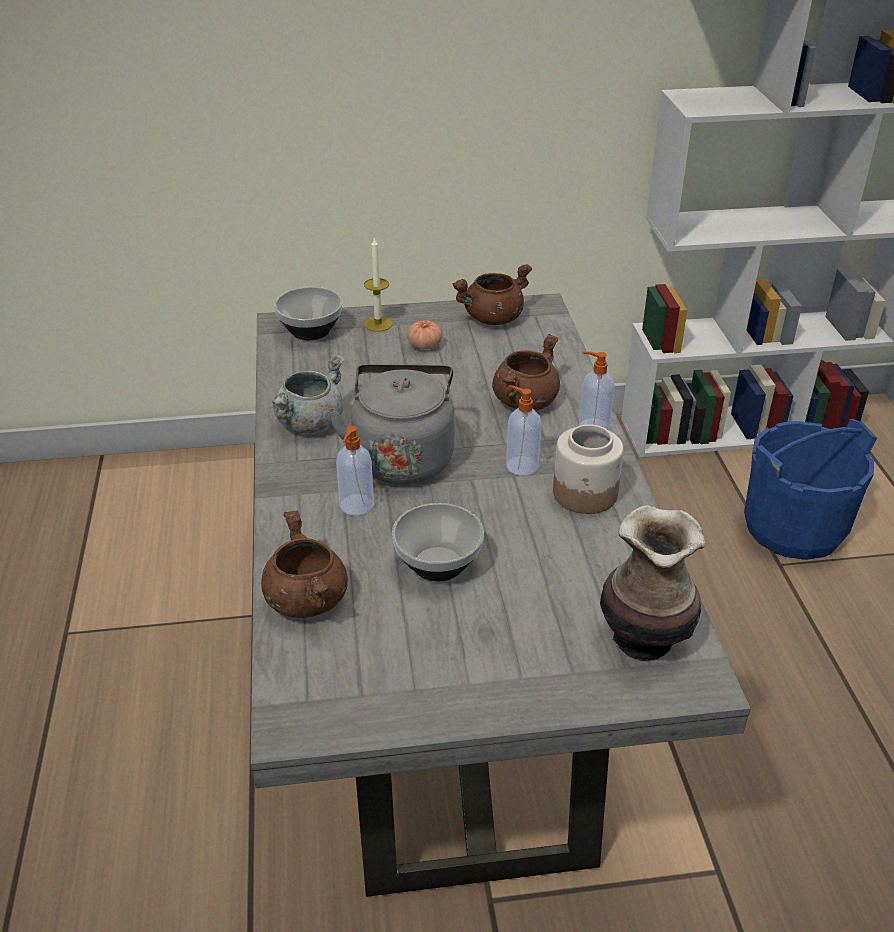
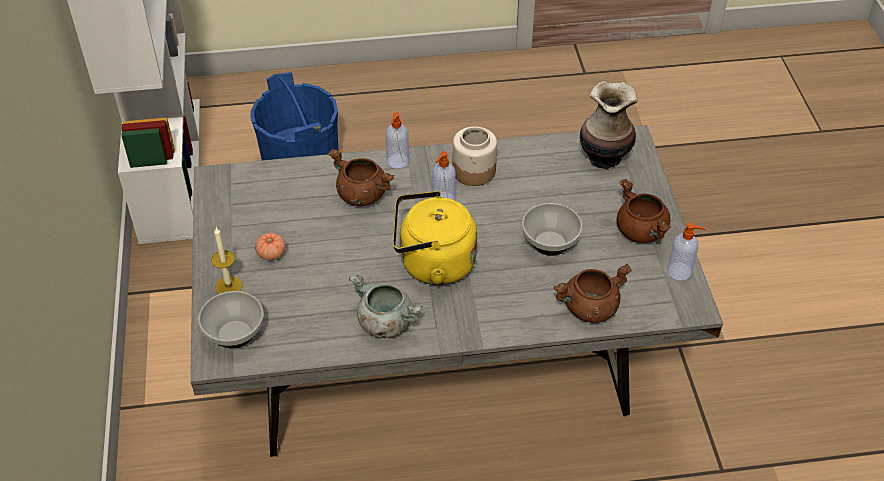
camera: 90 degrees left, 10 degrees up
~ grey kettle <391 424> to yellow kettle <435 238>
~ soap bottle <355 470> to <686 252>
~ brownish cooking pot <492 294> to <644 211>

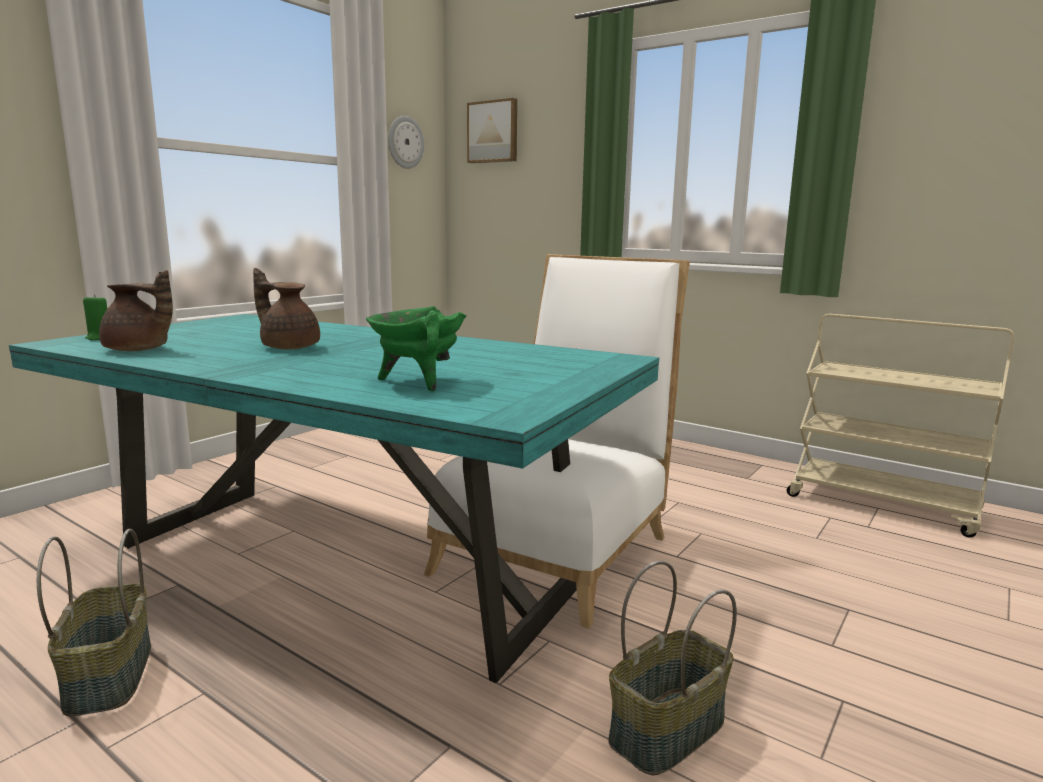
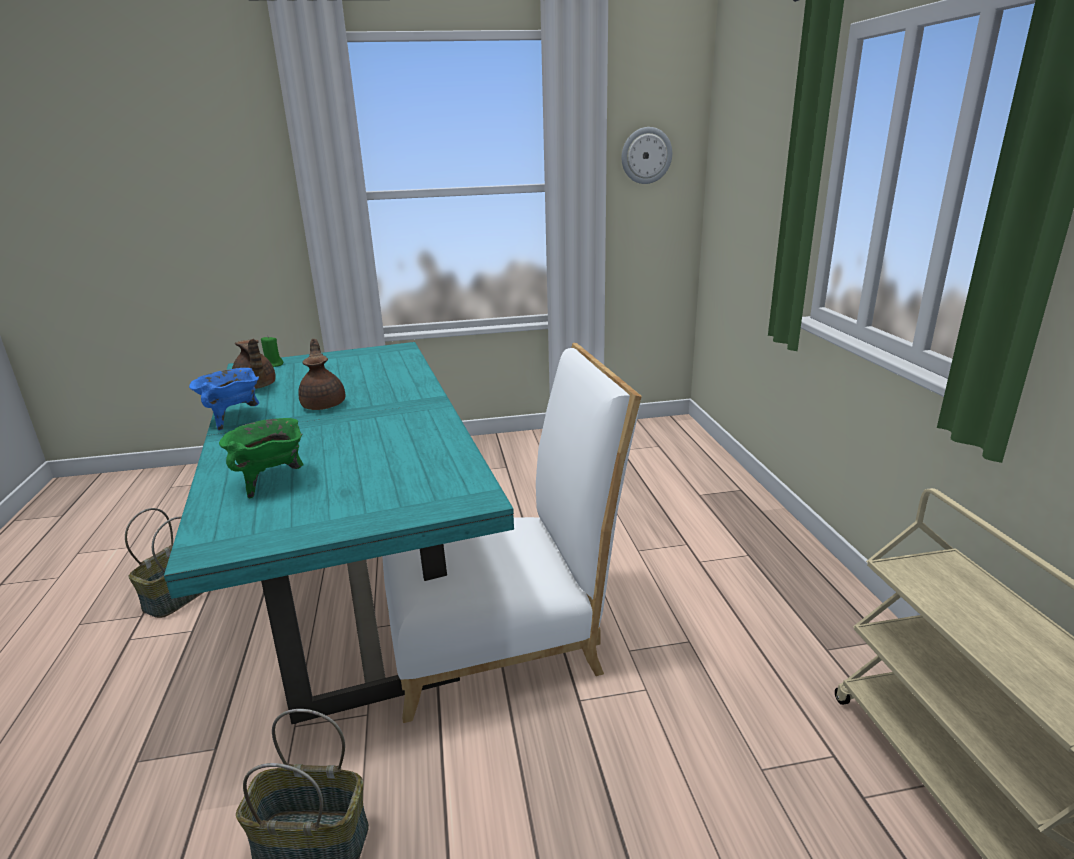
camera: 45 degrees right, 10 degrees up
- wall picture <492 130>
+ bluish cooking pot <224 399>

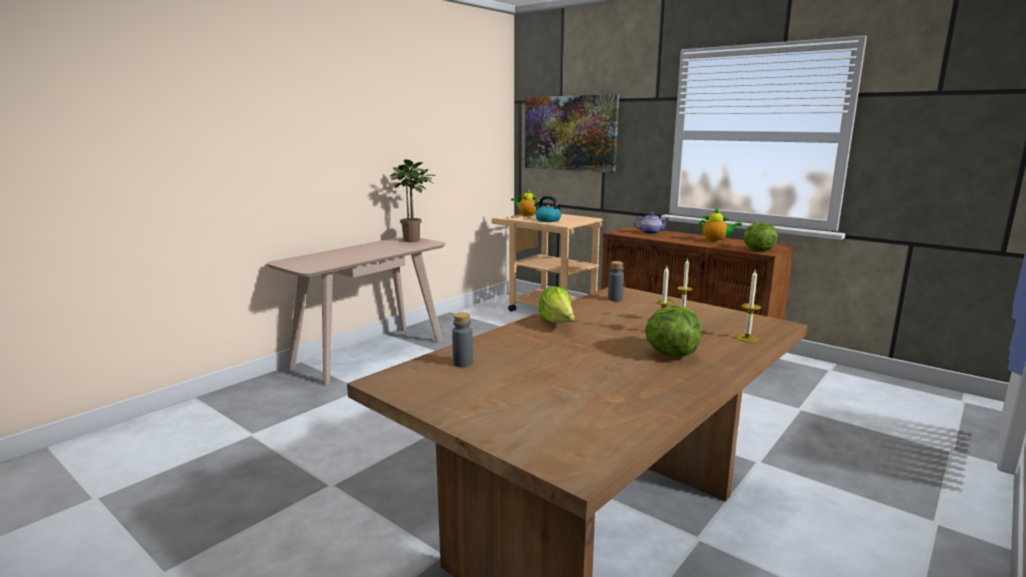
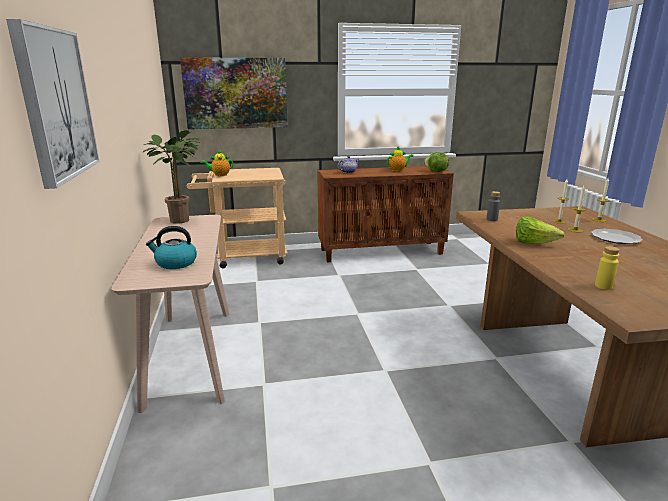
camera: 50 degrees left, 5 degrees up
~ grey bottle <462 339> to yellow bottle <607 268>
~ kettle <547 209> to <171 247>
~ lettuce head <673 331> to flat dish <617 236>
+ wall picture <52 104>

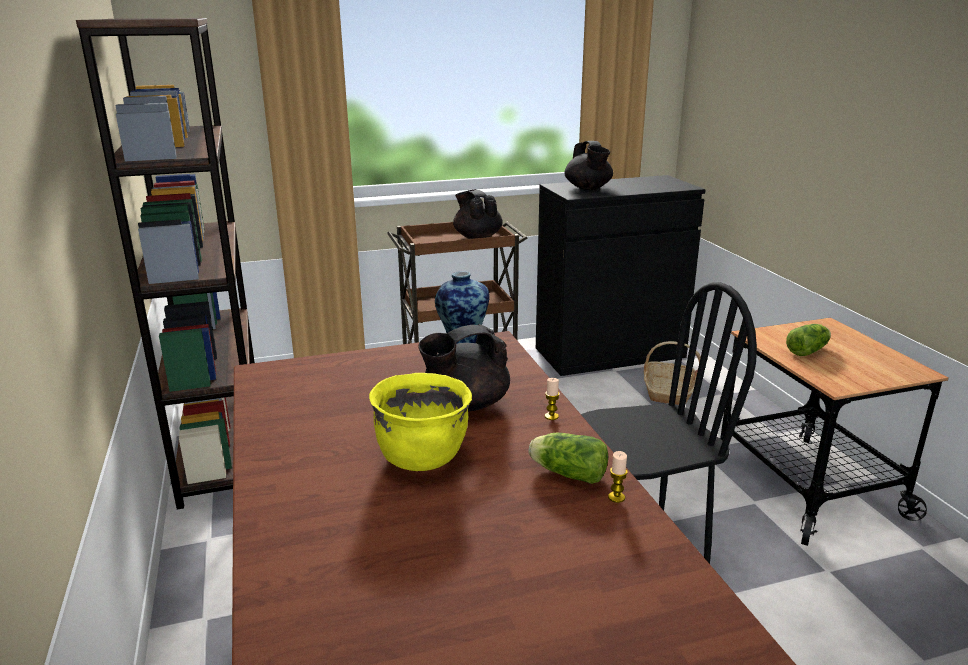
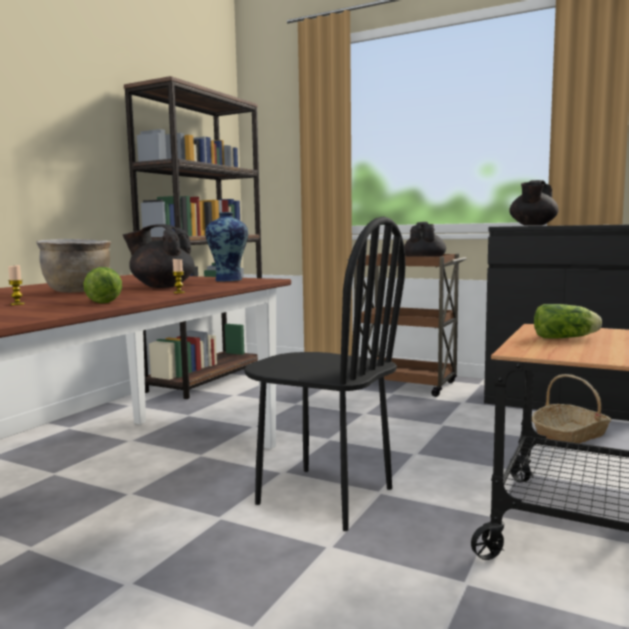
camera: 45 degrees right, 15 degrees down
~ yellow cooking pot <420 422> to brownish cooking pot <73 266>
~ wax candle <618 477> to <16 285>

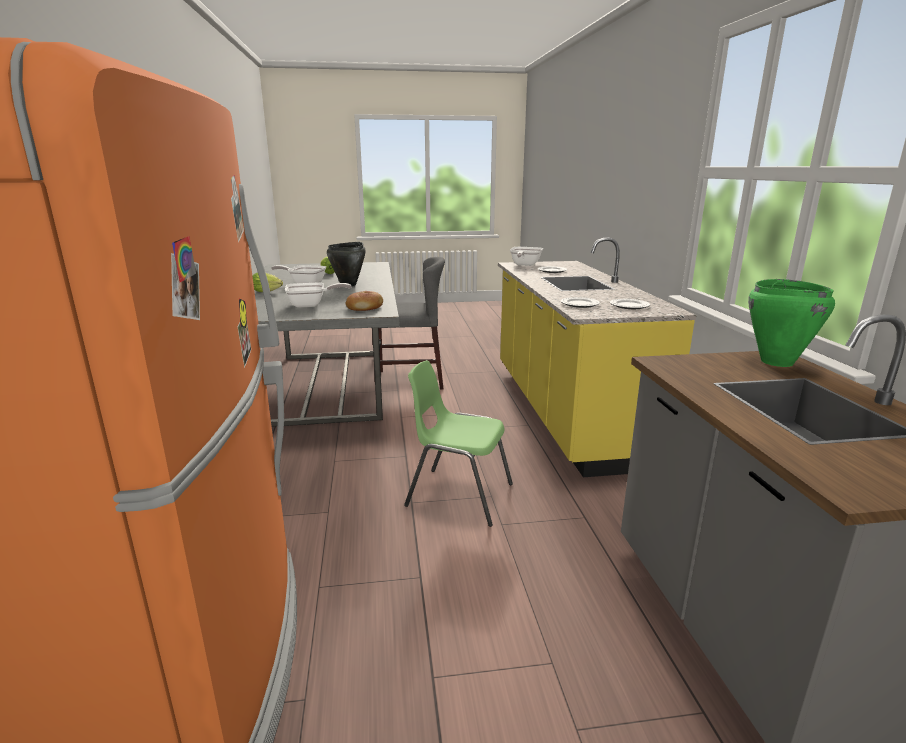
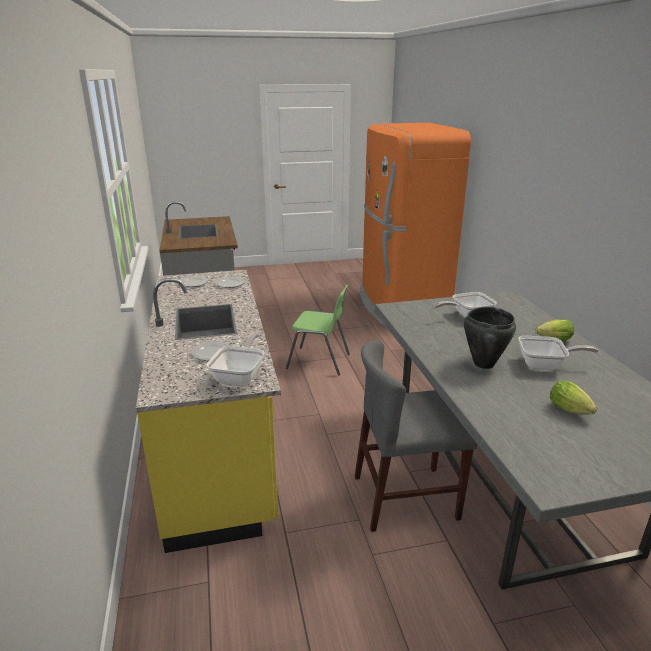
camera: 175 degrees right, 5 degrees up
- bakery bread <364 301>
- green-coloured cooking pot <791 323>

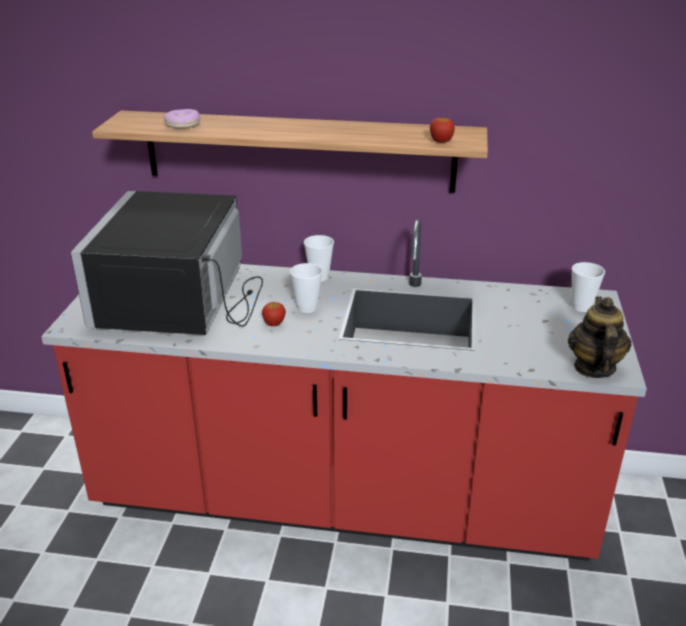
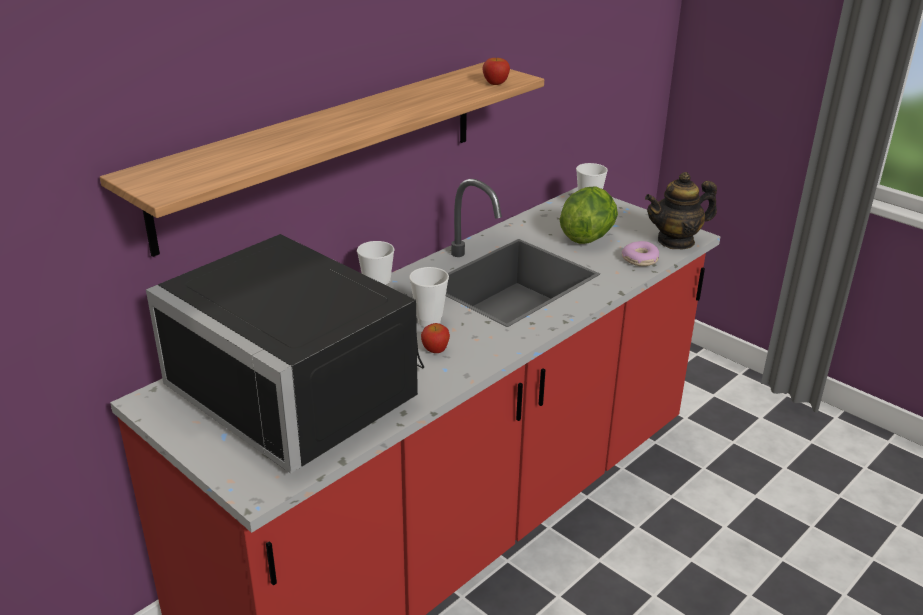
camera: 55 degrees left, 0 degrees up
~ ring doughnut <182 119> to <640 253>
~ tea pot <600 337> = <681 211> 60 degrees counterclockwise
+ lettuce head <588 215>

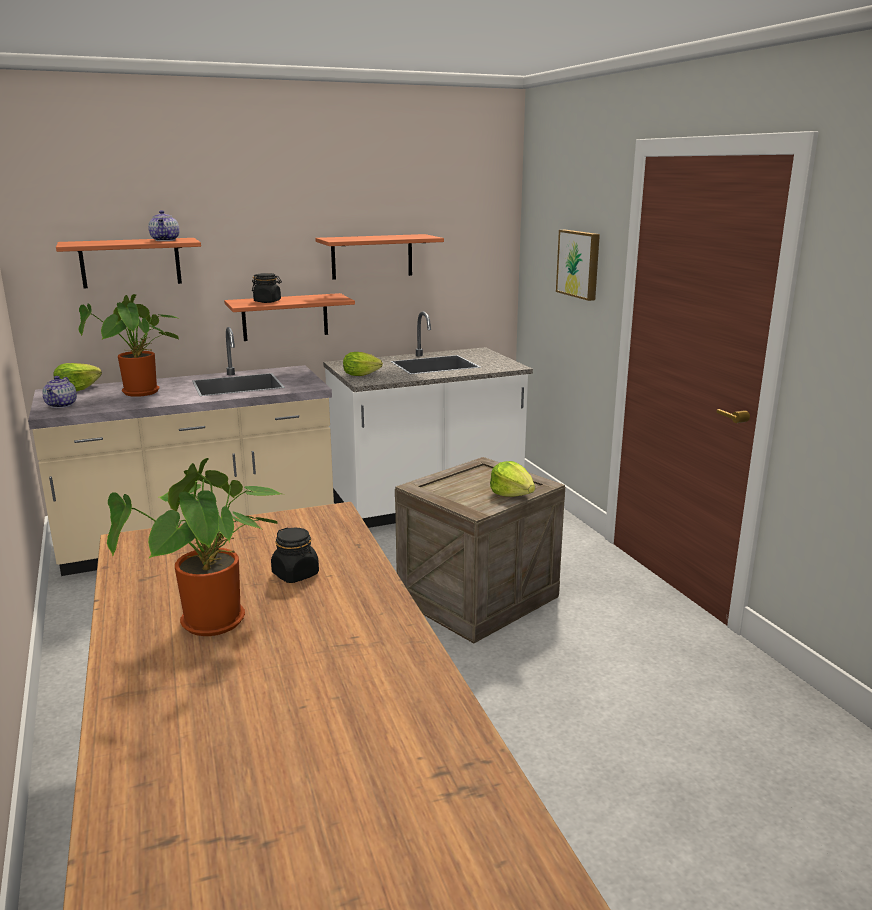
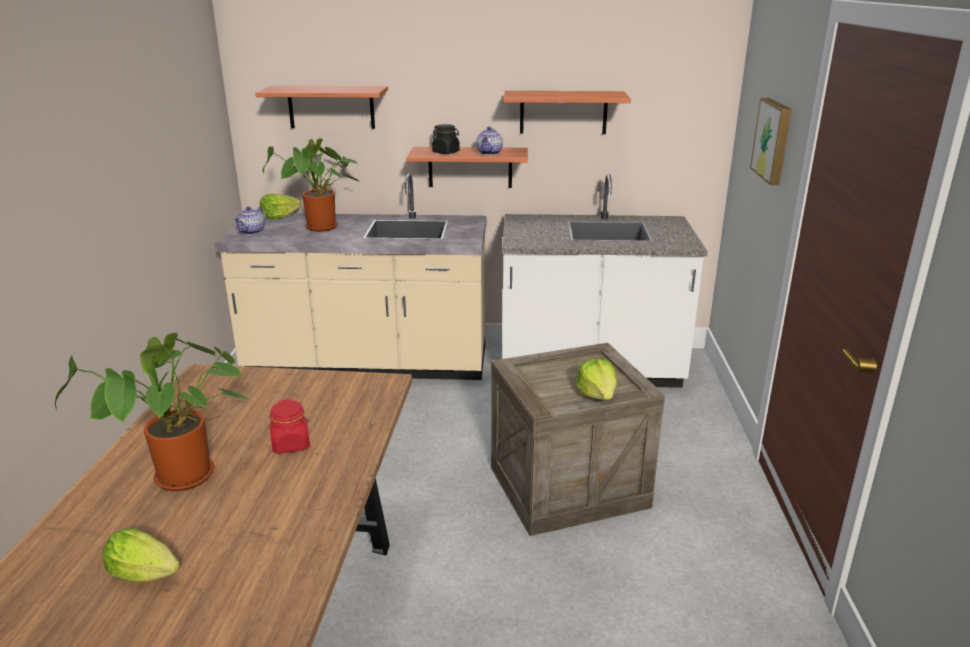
camera: 25 degrees right, 5 degrees up
~ tea pot <163 225> to <489 141>
~ black preserve jar <295 555> to reddish preserve jar <290 426>
~ lettuce head <363 364> to <140 555>

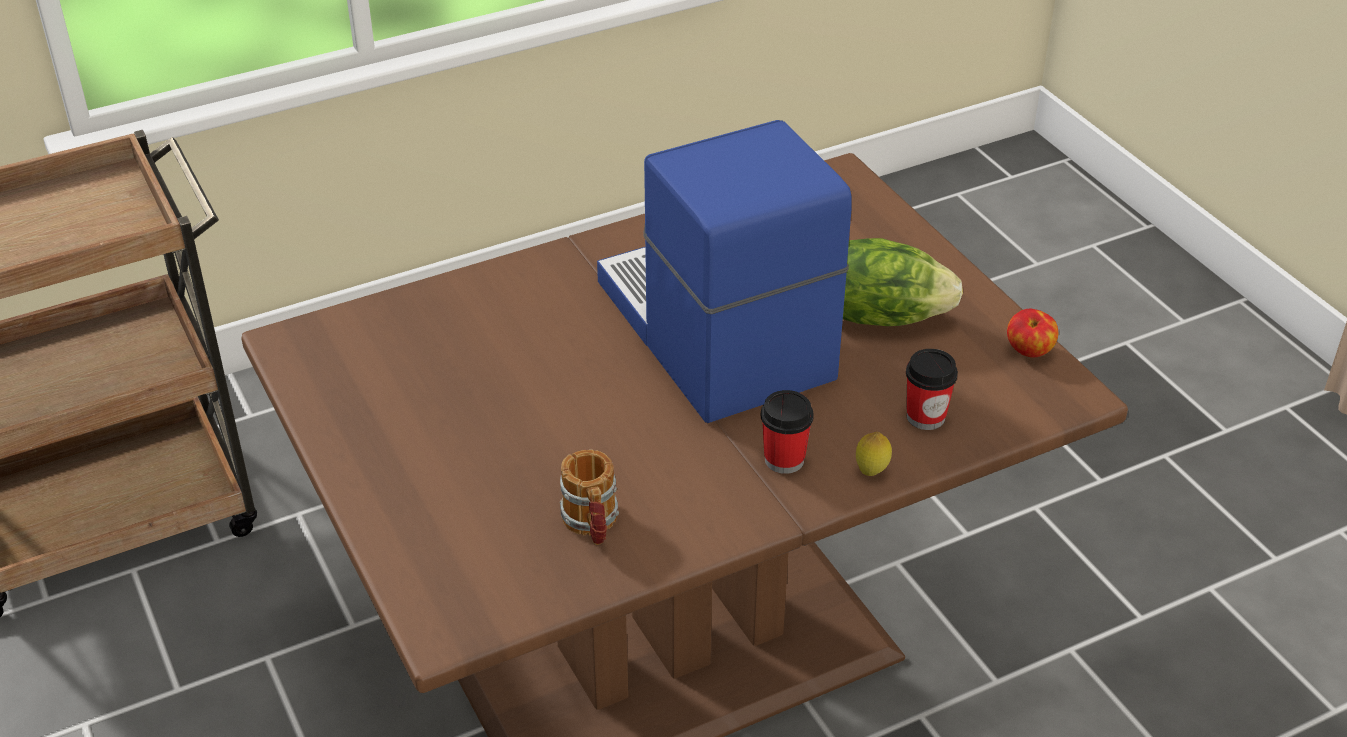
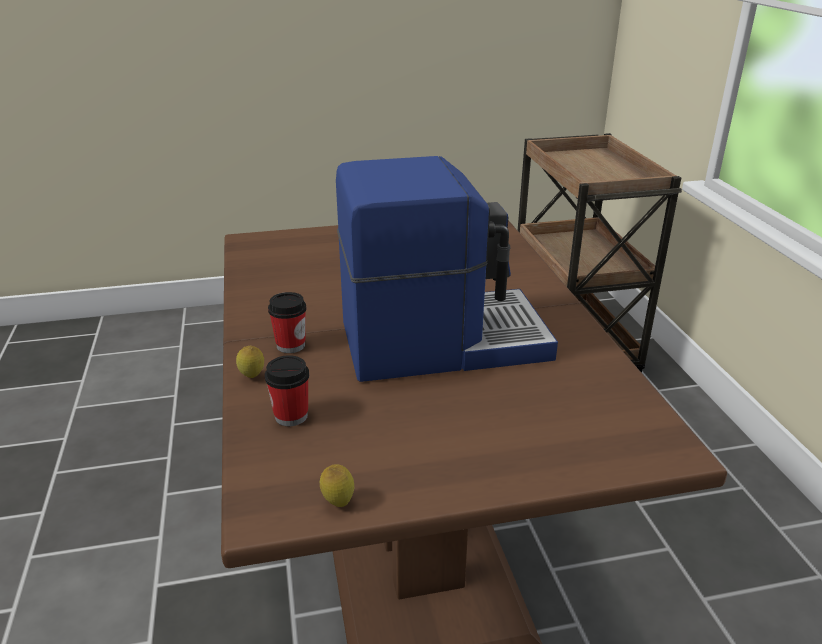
camera: 105 degrees right, 10 degrees down
- coffee mug <589 497>
- lettuce head <903 282>
~ whole apple <1032 333> to citrus fruit <337 486>

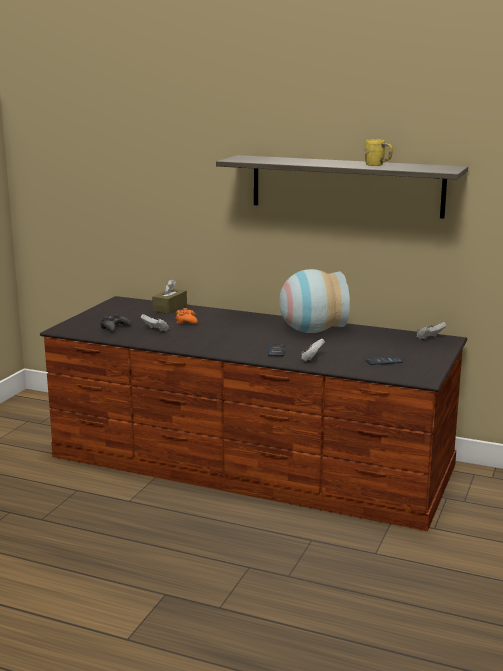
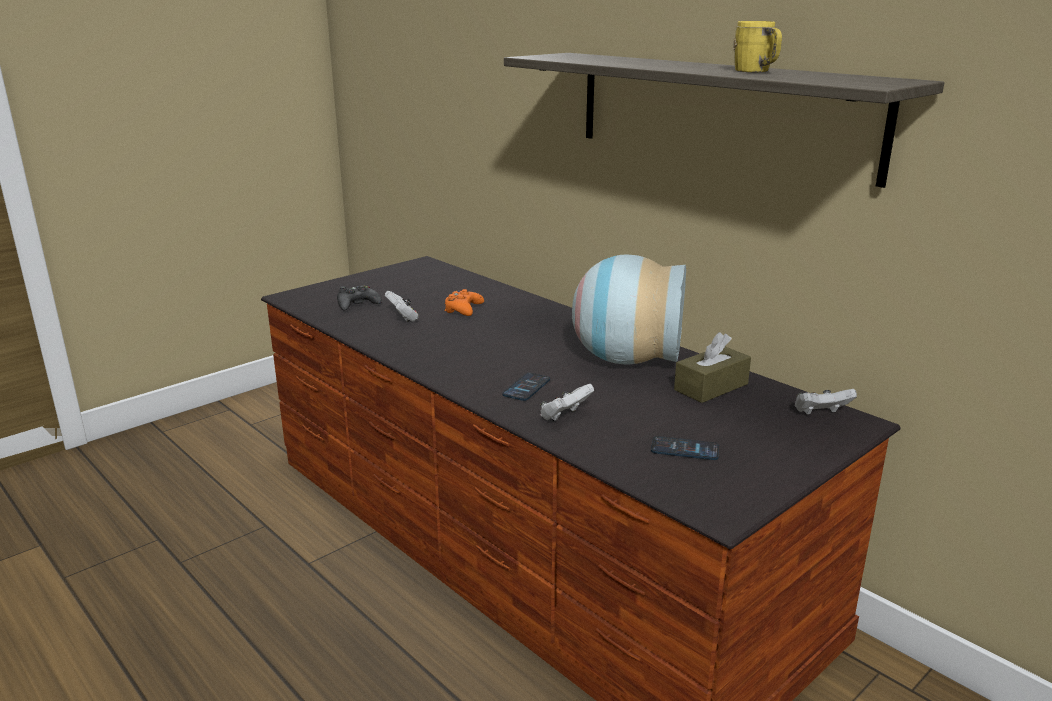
camera: 25 degrees right, 5 degrees up
~ brownish tissue box <169 296> to <712 367>

